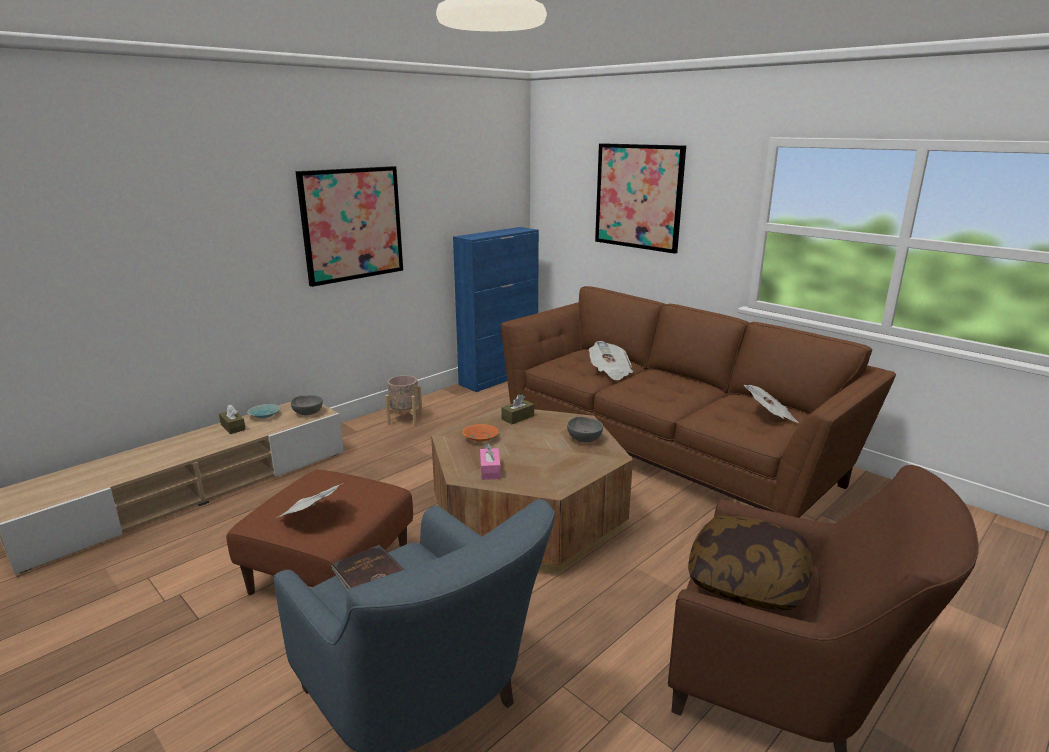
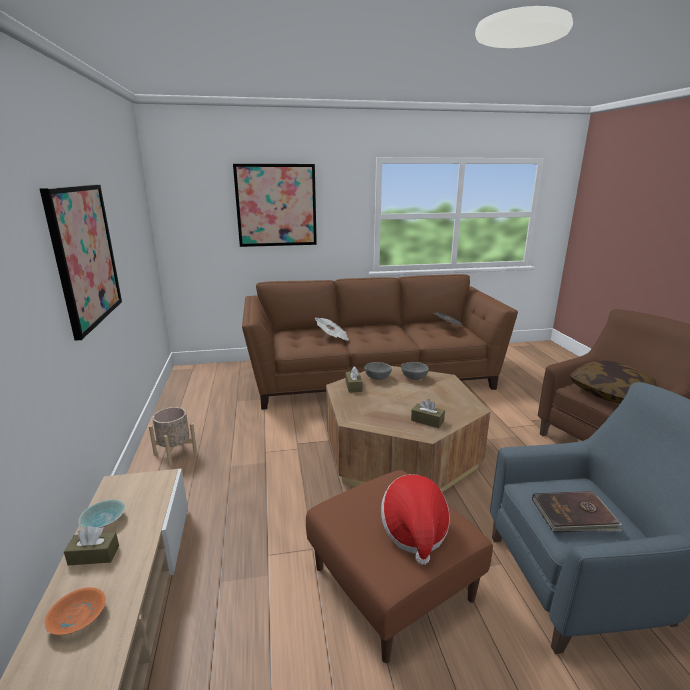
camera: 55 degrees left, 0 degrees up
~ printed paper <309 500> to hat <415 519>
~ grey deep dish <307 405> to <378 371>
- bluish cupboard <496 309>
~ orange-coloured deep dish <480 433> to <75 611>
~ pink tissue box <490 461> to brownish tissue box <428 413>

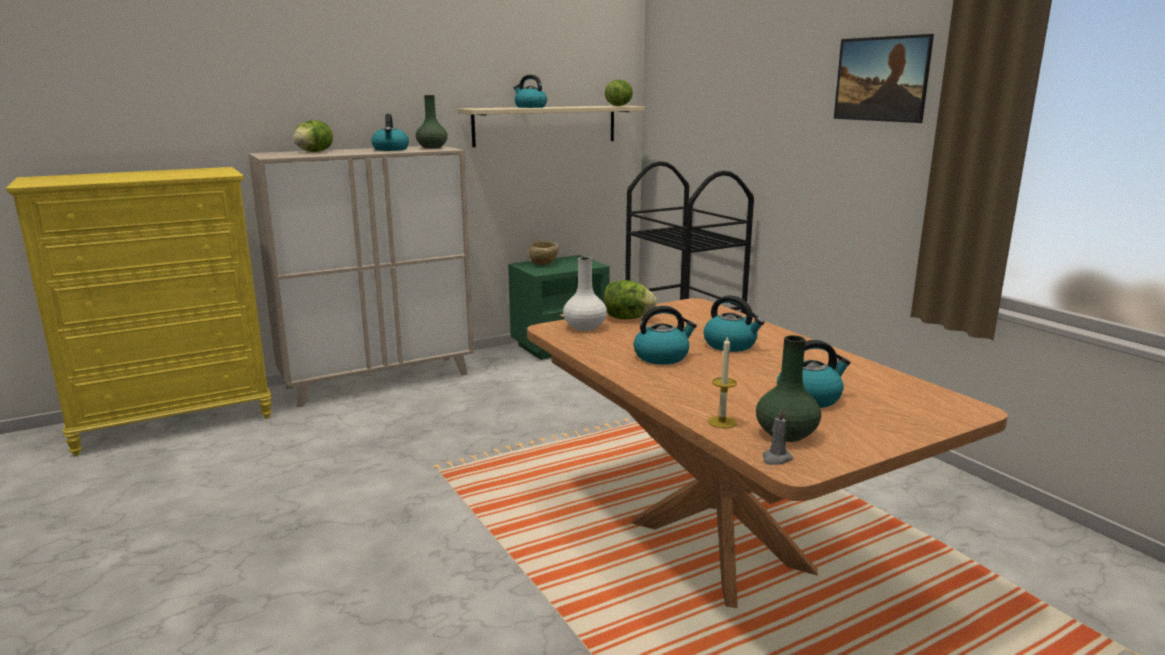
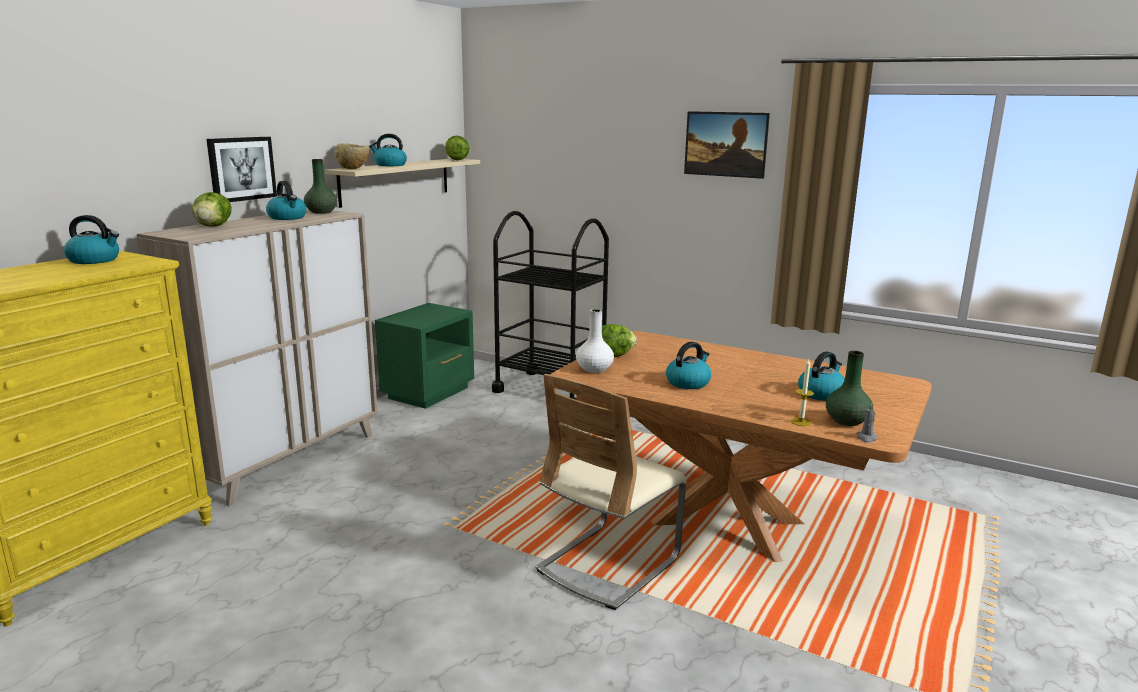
camera: 30 degrees left, 0 degrees up
~ beige-coloured deep dish <544 252> to <352 156>
~ kettle <734 323> to <91 239>
+ wall picture <241 169>
+ beige-coloured plain chair <611 492>

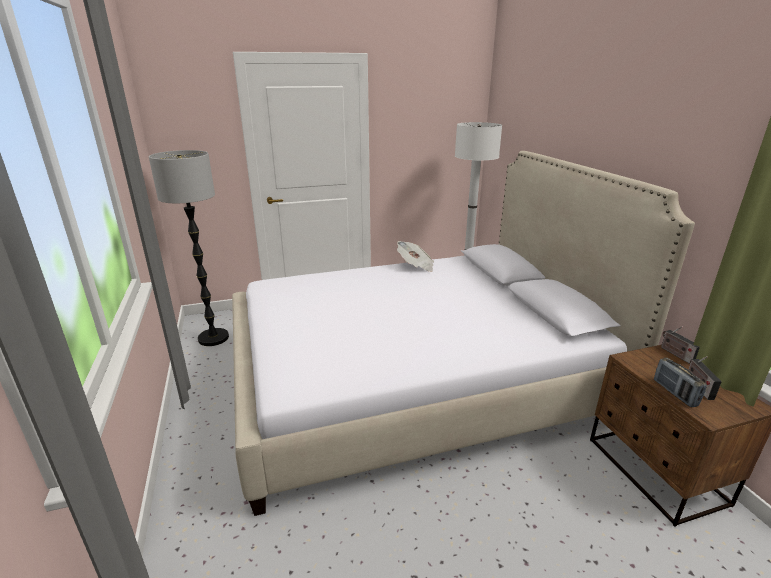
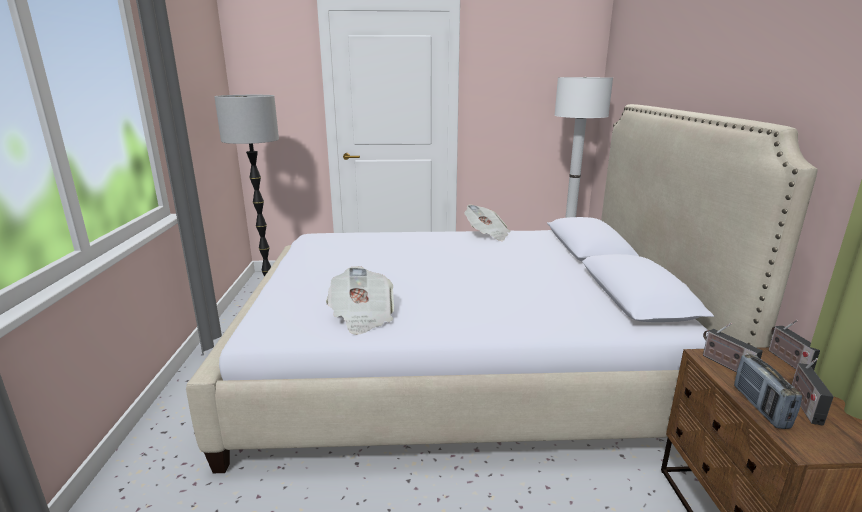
camera: 15 degrees right, 5 degrees down
+ printed paper <360 300>
+ radio <733 347>

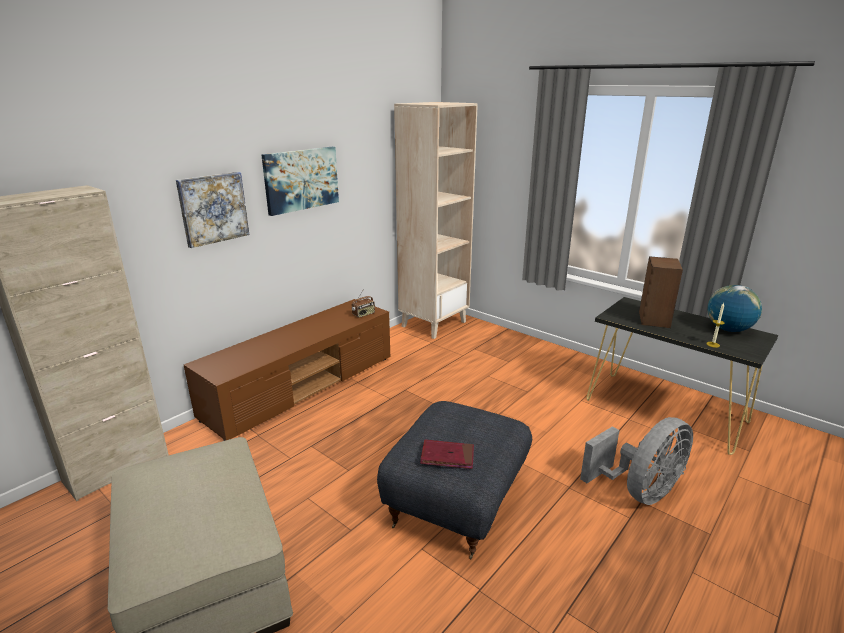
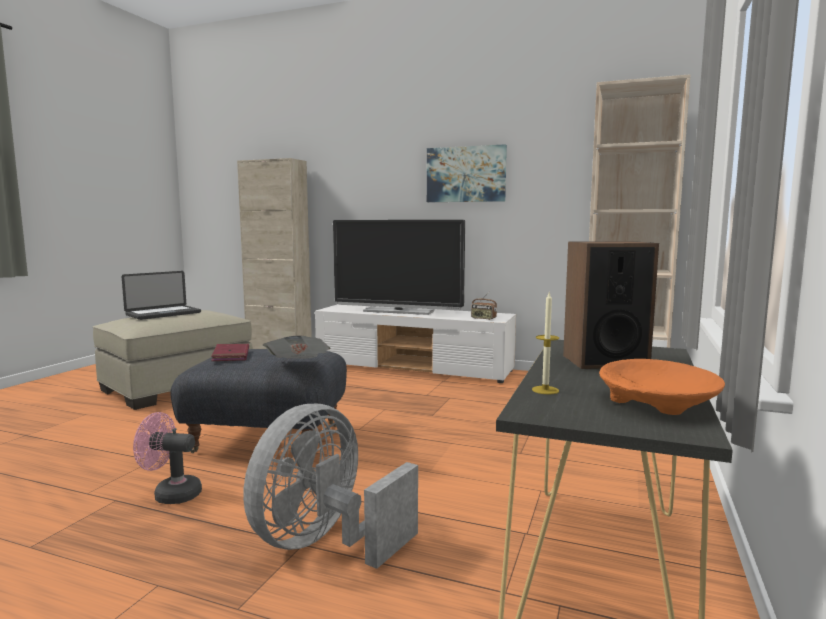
camera: 70 degrees right, 15 degrees down
- wall picture <212 210>
~ brownish tv stand <287 370> to white tv stand <415 343>
~ grey electric fan <636 461> = <330 486> 90 degrees clockwise
~ globe <734 308> to orange-coloured deep dish <662 387>
+ laptop <161 295>
+ pink electric fan <167 458>
+ printed paper <296 347>
+ TV <399 267>

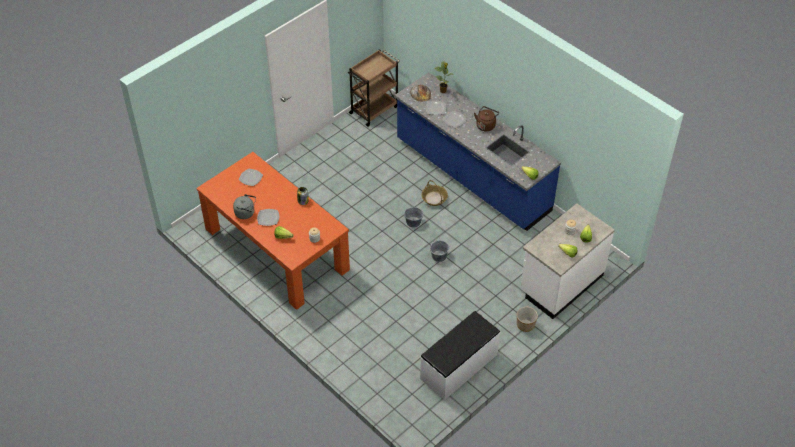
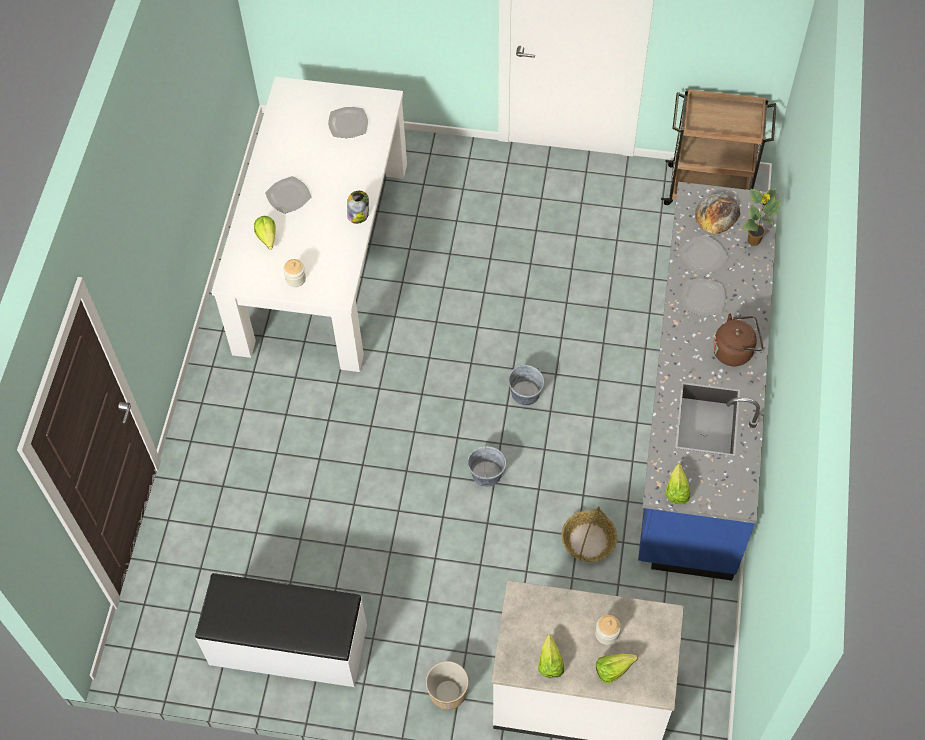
camera: 55 degrees right, 10 degrees up
~ orange-coloured dinner table <273 231> to white dinner table <309 224>
- grey kettle <244 206>
~ household basket <434 193> to <589 534>

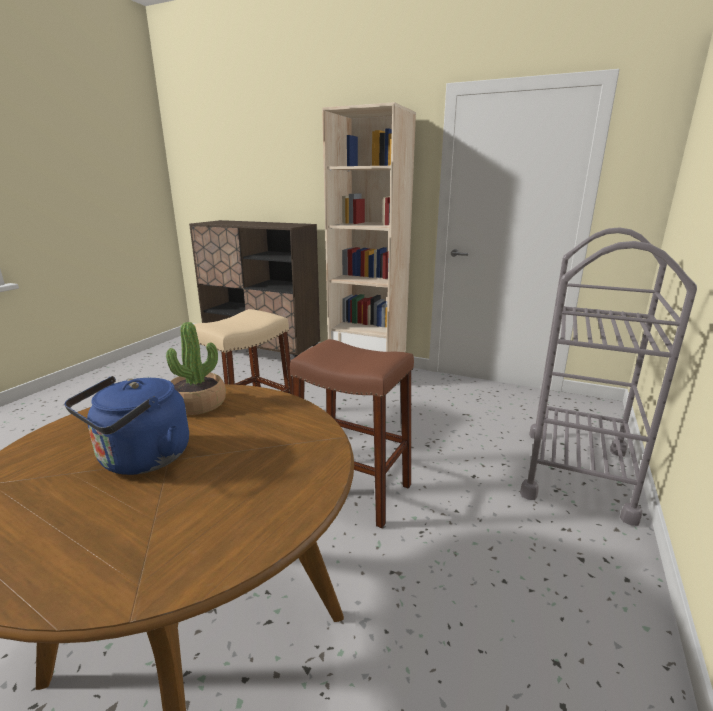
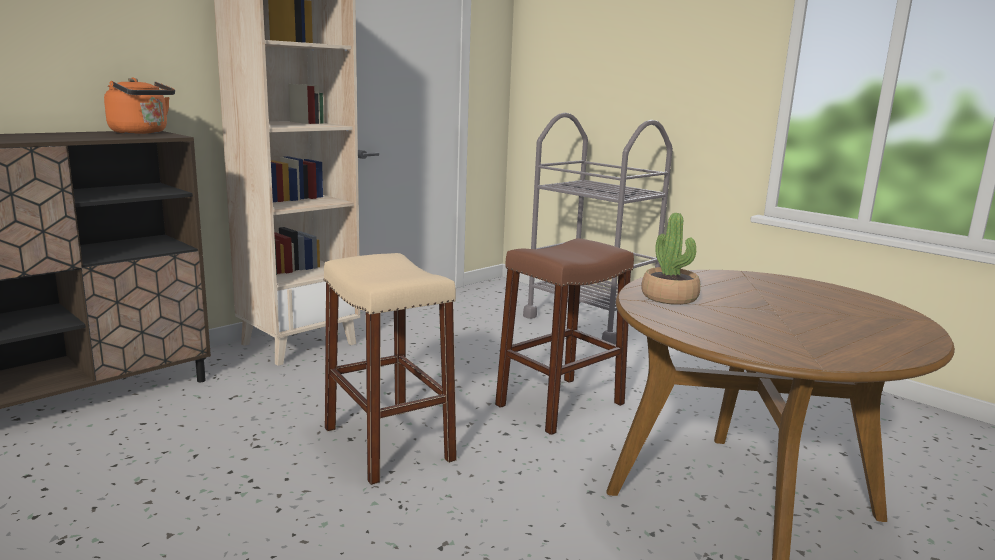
camera: 70 degrees left, 5 degrees down
- bluish kettle <126 425>
+ orange-coloured kettle <139 106>

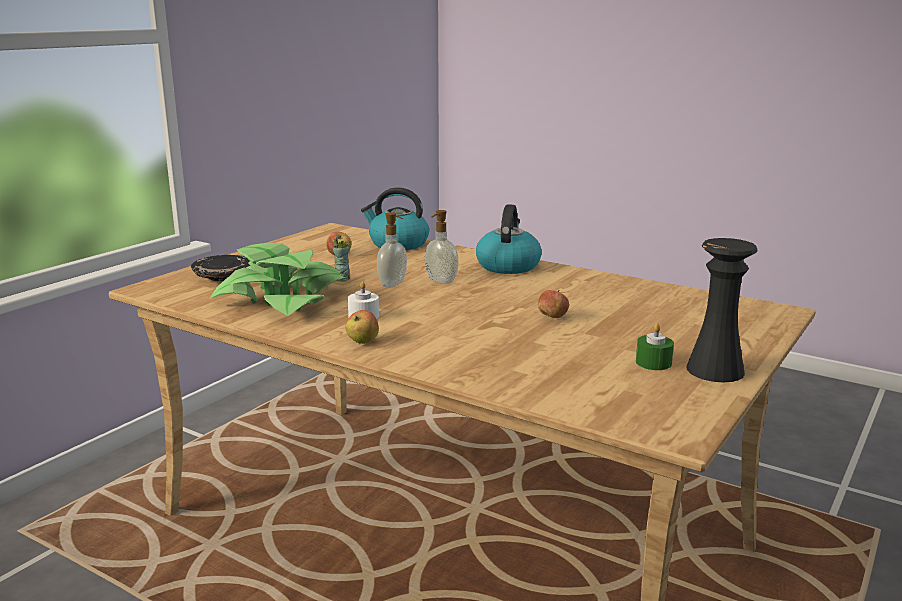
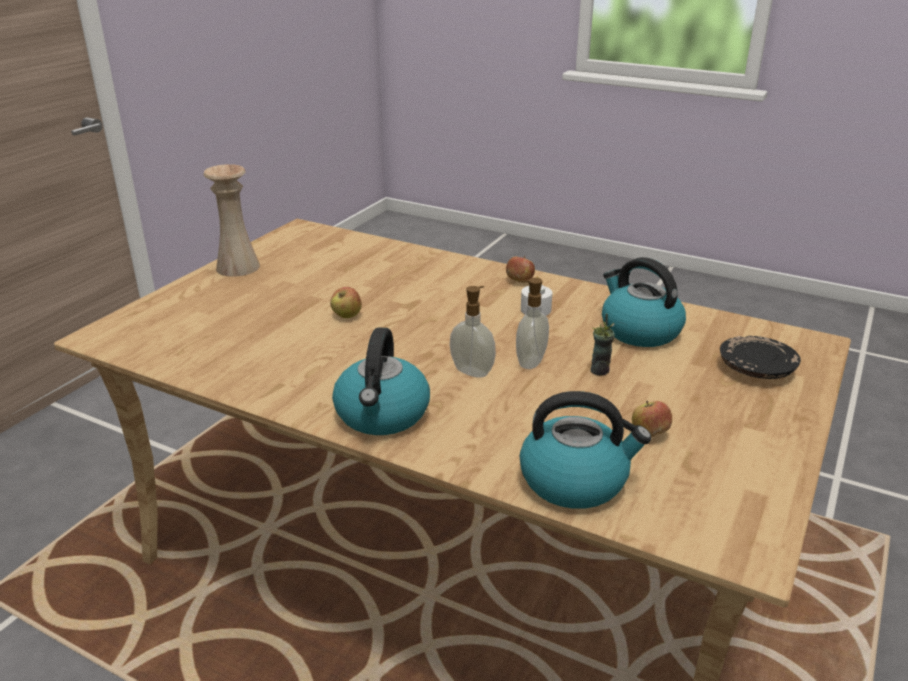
camera: 175 degrees right, 10 degrees up
~ plant in a pot <279 279> to kettle <644 302>
- green-coloured wax candle <655 346>
~ black vase <722 310> to beige-coloured vase <231 220>

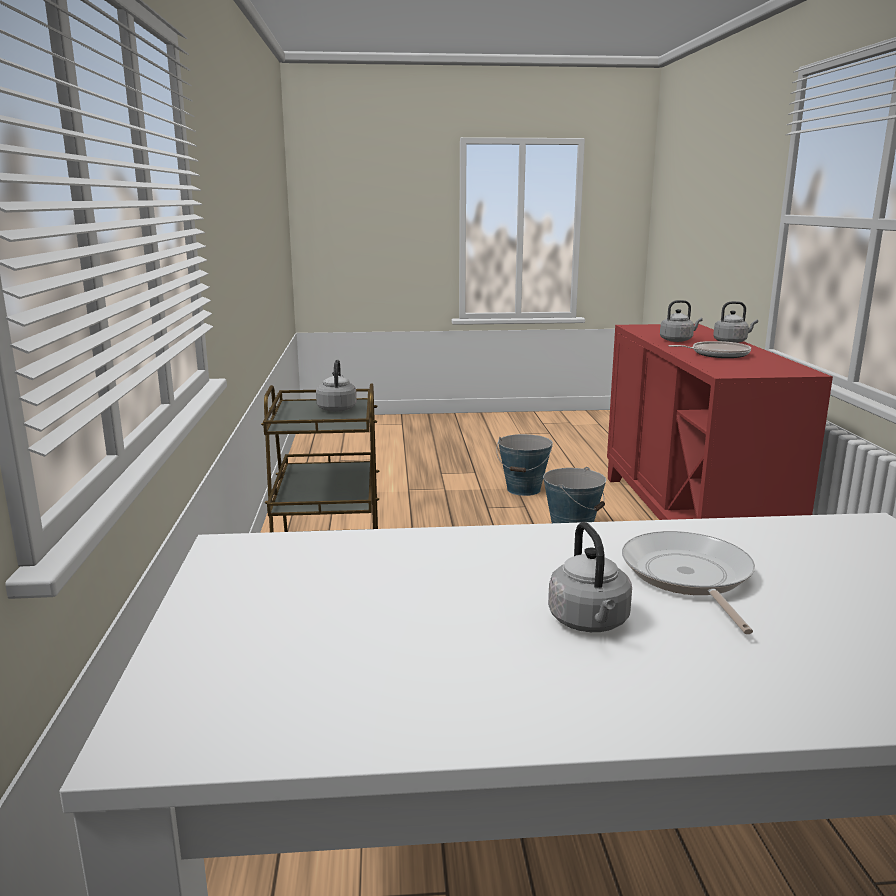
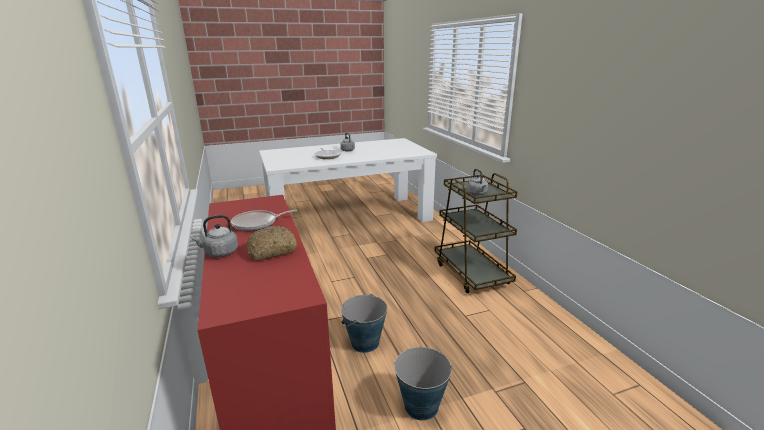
camera: 165 degrees right, 5 degrees up
~ grey kettle <681 321> to bakery bread <272 243>

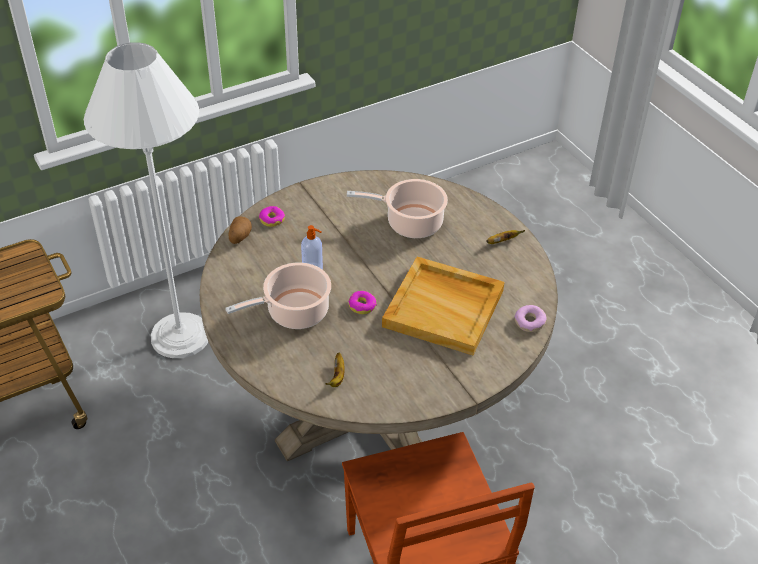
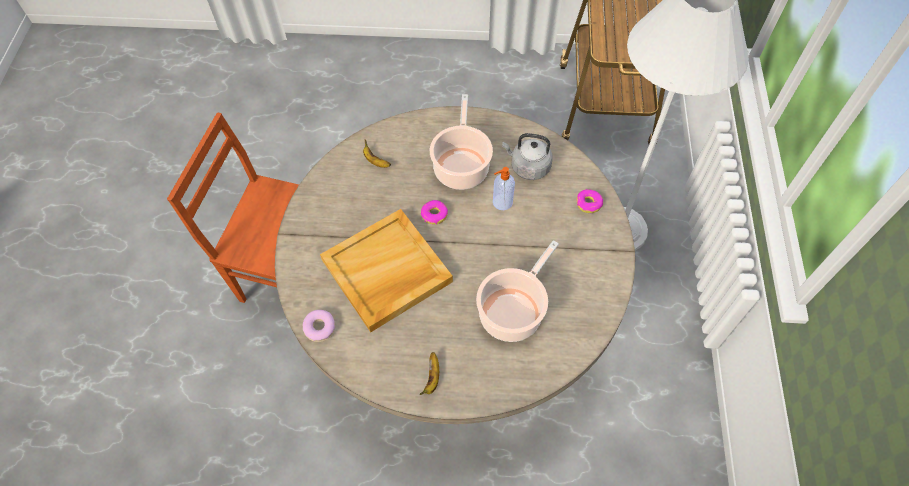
camera: 125 degrees right, 15 degrees up
- spud <240 230>
+ grey kettle <527 156>

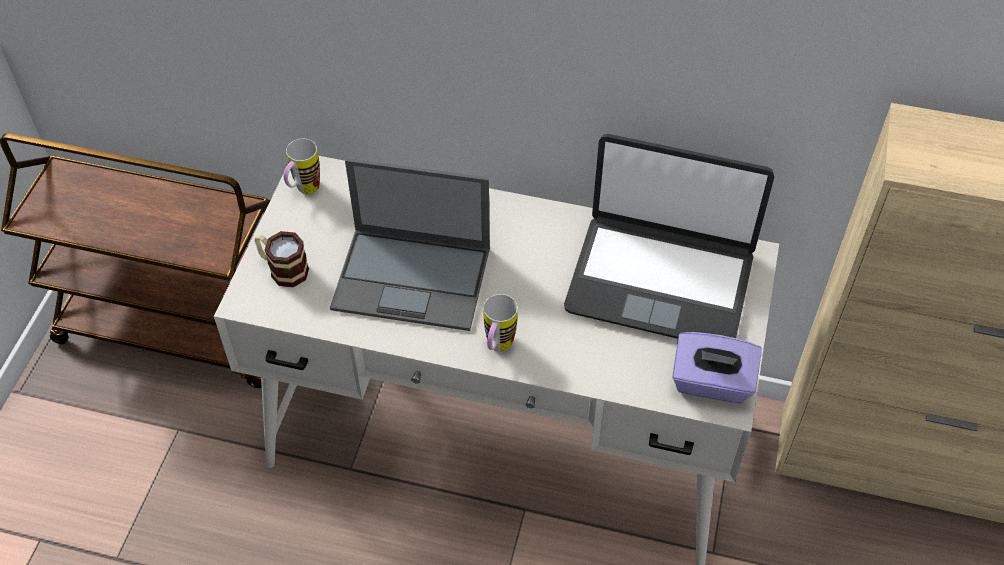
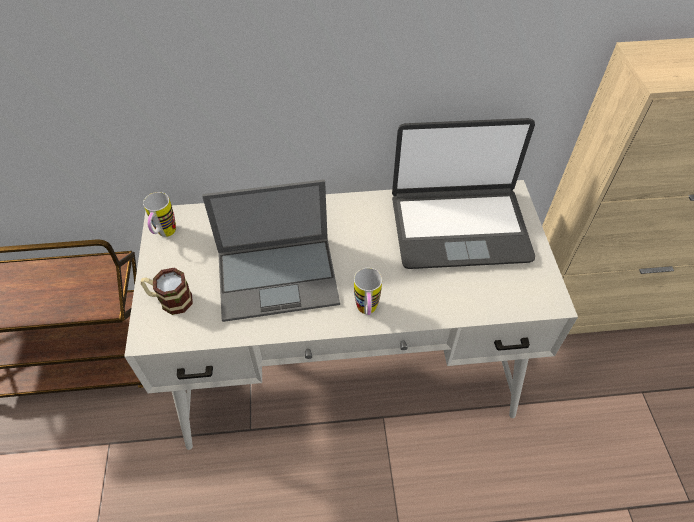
camera: 20 degrees left, 0 degrees up
- purple-coloured tissue box <717 367>

